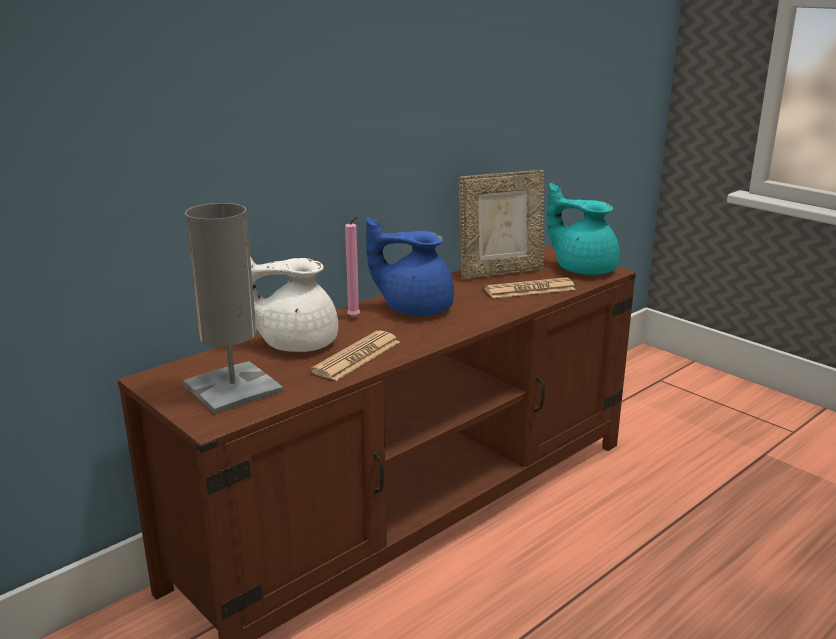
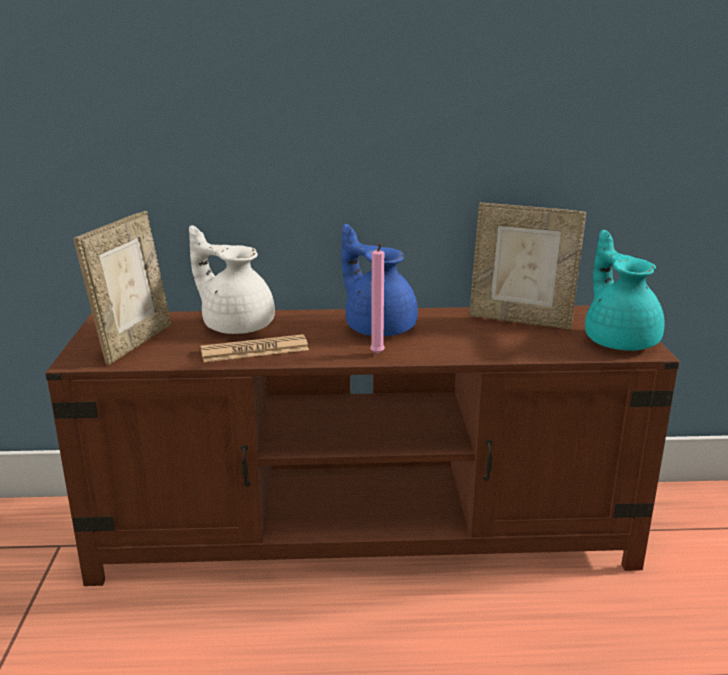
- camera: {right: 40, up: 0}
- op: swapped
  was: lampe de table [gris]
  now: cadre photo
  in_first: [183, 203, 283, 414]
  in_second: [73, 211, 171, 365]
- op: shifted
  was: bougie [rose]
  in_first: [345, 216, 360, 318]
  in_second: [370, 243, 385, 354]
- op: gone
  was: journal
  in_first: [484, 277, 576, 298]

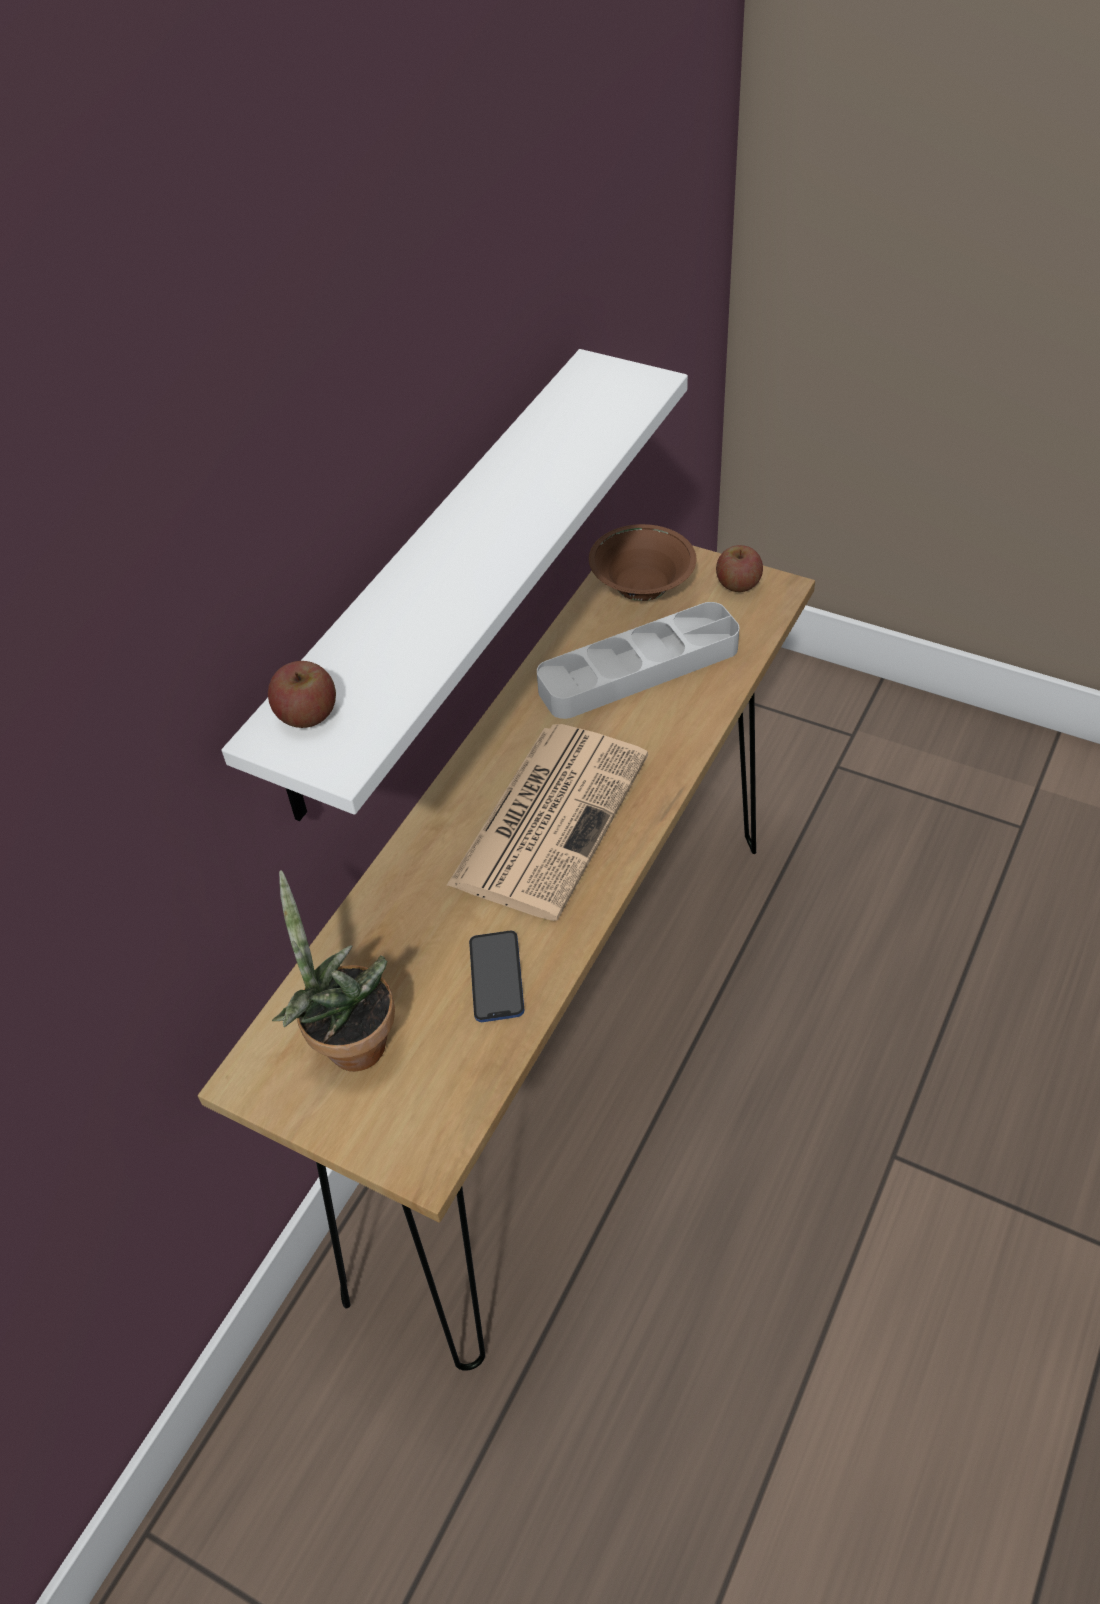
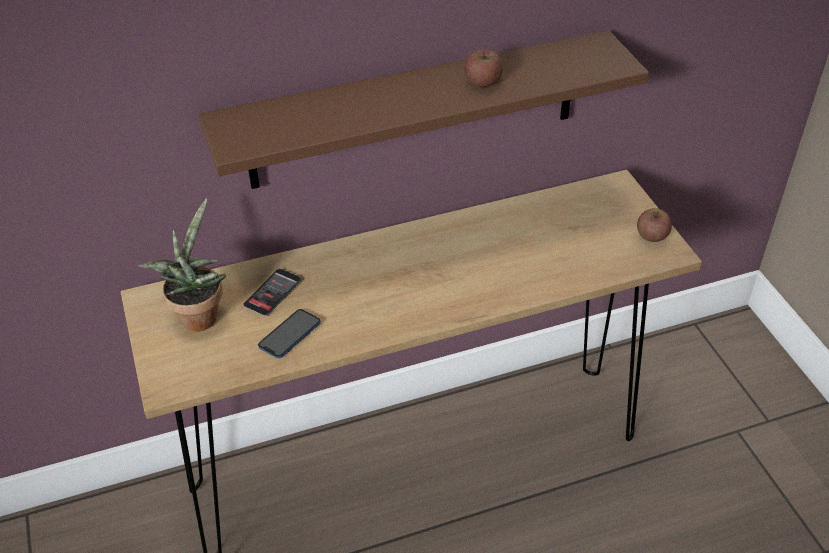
- camera: {right: 40, up: -5}
- op: repainted
  was: étagère [blanc]
  now: étagère [marron]
  in_first: [222, 349, 688, 821]
  in_second: [199, 30, 649, 189]
- op: new
  now: téléphone
  in_second: [243, 269, 301, 316]
- op: shifted
  was: pomme
  in_first: [268, 661, 336, 728]
  in_second: [465, 49, 503, 87]
- op: gone
  was: journal
  in_first: [446, 724, 648, 921]
- op: gone
  was: plateau [gris]
  in_first: [537, 602, 739, 719]
- op: gone
  was: bol [marron]
  in_first: [589, 524, 696, 601]

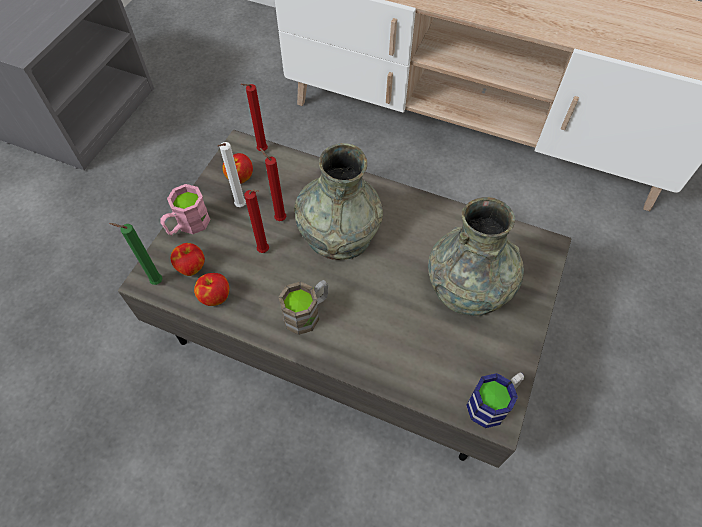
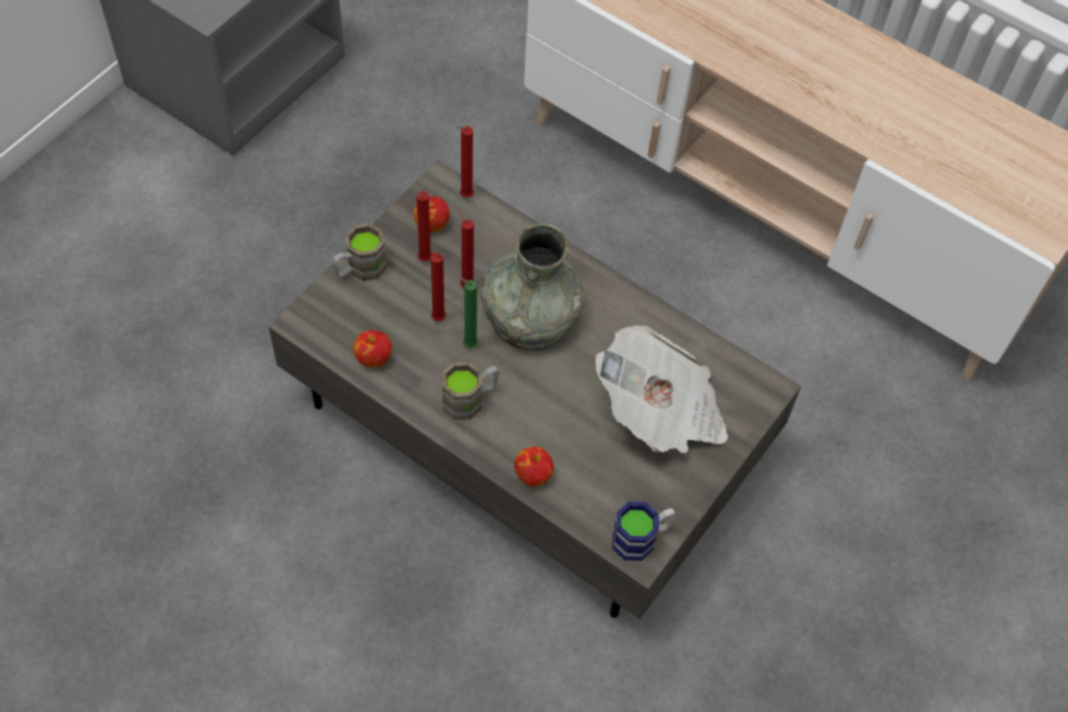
- camera: {right: 10, up: 0}
- op: repainted
  was: mug [rose]
  now: mug [marron]
  in_first: [160, 184, 211, 235]
  in_second: [332, 223, 387, 281]
- op: repainted
  was: bougie [blanc]
  now: bougie [rouge]
  in_first: [218, 142, 246, 207]
  in_second: [415, 191, 432, 261]
- op: shifted
  was: bougie [vert]
  in_first: [109, 223, 163, 285]
  in_second: [457, 277, 478, 348]
- op: shifted
  was: pomme
  in_first: [171, 243, 205, 276]
  in_second: [514, 446, 554, 487]
- op: swapped
  was: vase [gris]
  now: journal
  in_first: [428, 197, 524, 316]
  in_second: [595, 325, 728, 453]

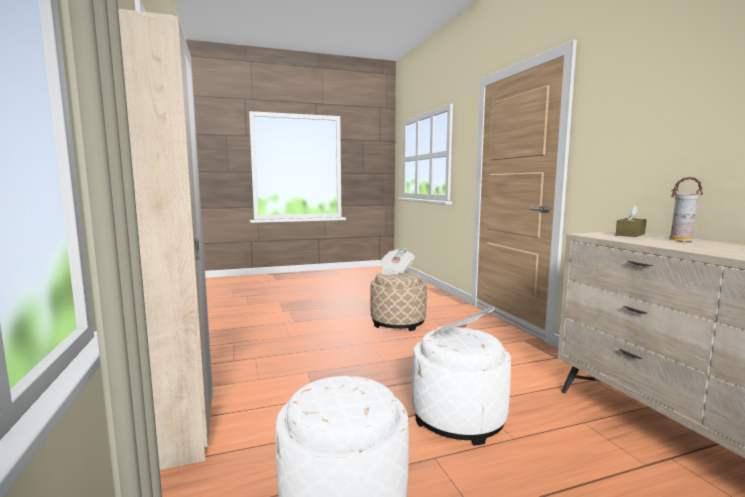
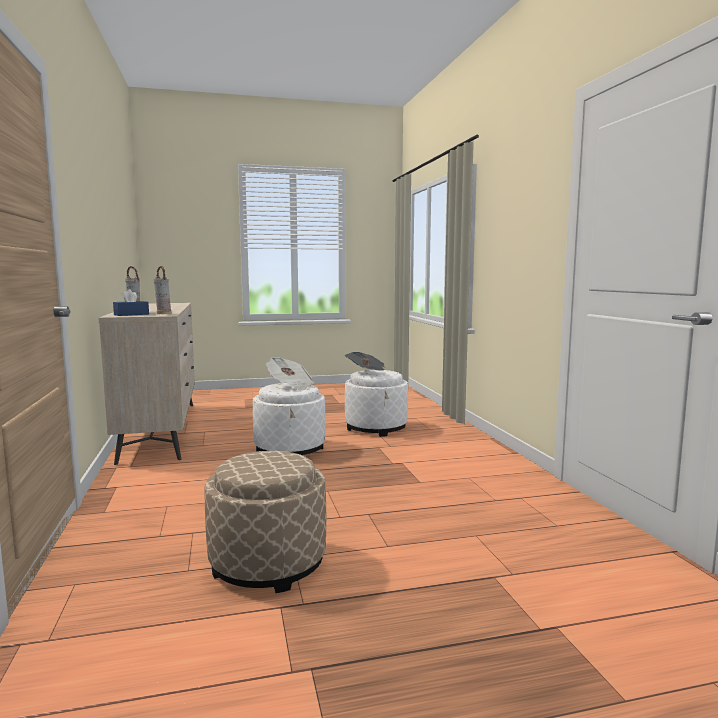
- camera: {right: -175, up: 0}
- op: repainted
  was: boîte à mouchoirs [marron]
  now: boîte à mouchoirs [bleu]
  in_first: [616, 205, 647, 237]
  in_second: [113, 289, 149, 316]
- op: new
  now: vase
  in_second: [153, 266, 172, 314]
- op: shifted
  was: journal
  in_first: [380, 248, 415, 275]
  in_second: [345, 352, 385, 371]
- op: gone
  was: armoire [beige]
  in_first: [118, 9, 213, 470]

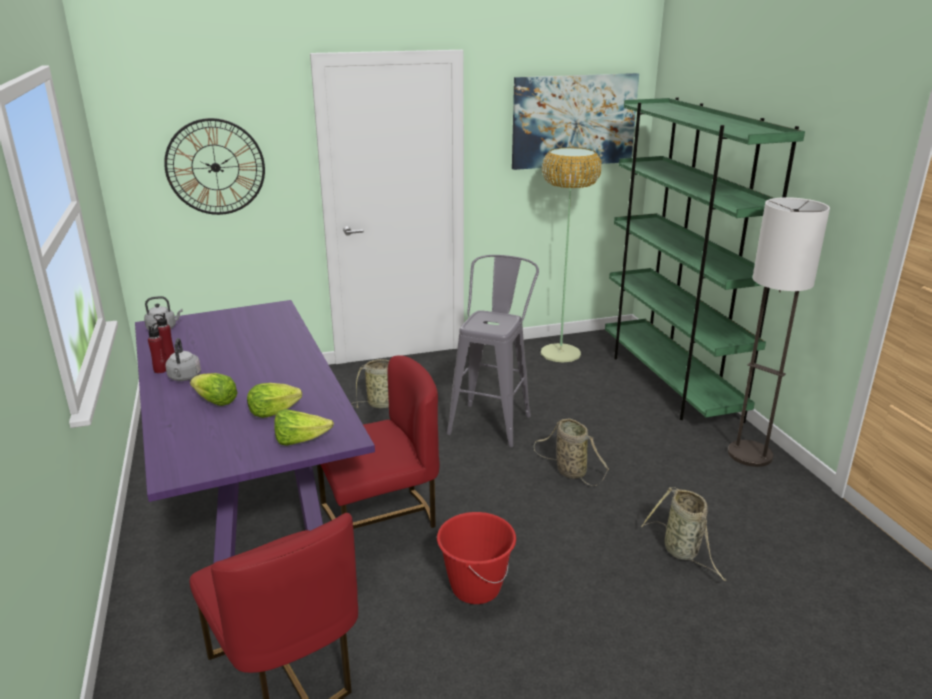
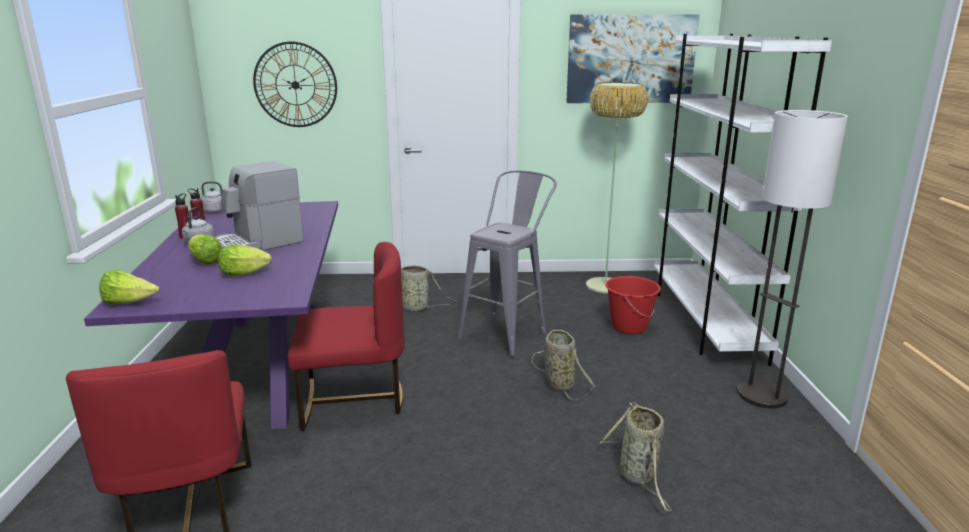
- camera: {right: 15, up: -5}
- op: shifted
  was: laitue
  in_first: [274, 409, 334, 446]
  in_second: [99, 270, 160, 304]
- op: new
  now: machine à café
  in_second: [214, 161, 304, 251]
- op: shifted
  was: seau [rouge]
  in_first: [437, 512, 516, 604]
  in_second: [605, 276, 661, 334]
- op: repainted
  was: bibliothèque [vert]
  now: bibliothèque [blanc]
  in_first: [605, 97, 805, 423]
  in_second: [654, 34, 832, 366]

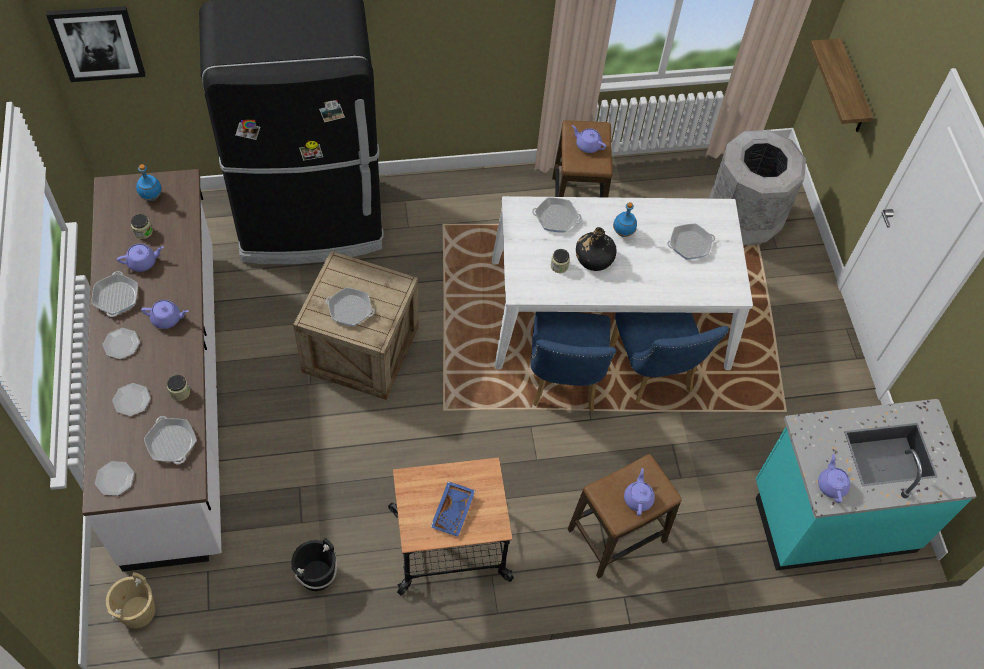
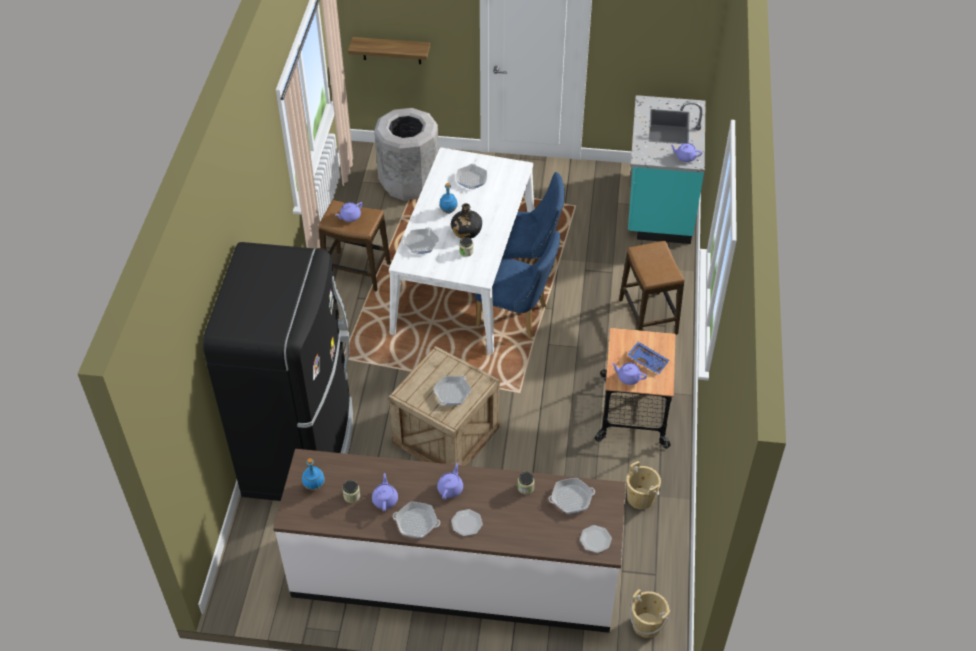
- camera: {right: -70, up: -10}
- op: shifted
  was: théière [violet]
  in_first: [624, 468, 655, 516]
  in_second: [611, 363, 647, 385]
- op: repainted
  was: seau [noir]
  now: seau [beige]
  in_first: [291, 538, 337, 591]
  in_second: [626, 461, 661, 510]
- op: gone
  was: tableau
  in_first: [46, 6, 145, 82]
- op: gone
  was: assiette
  in_first: [112, 383, 151, 416]

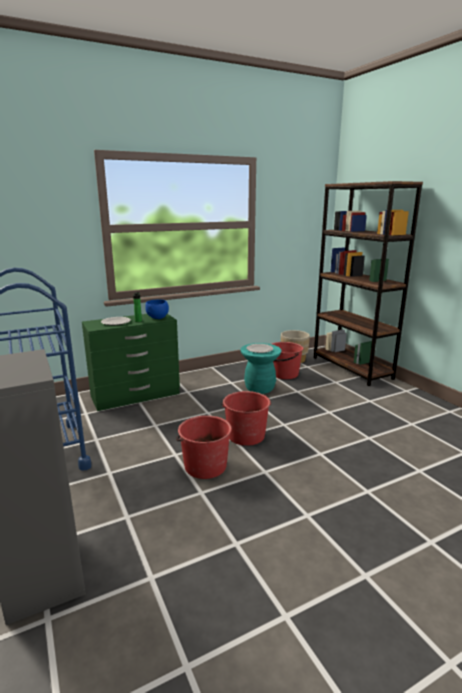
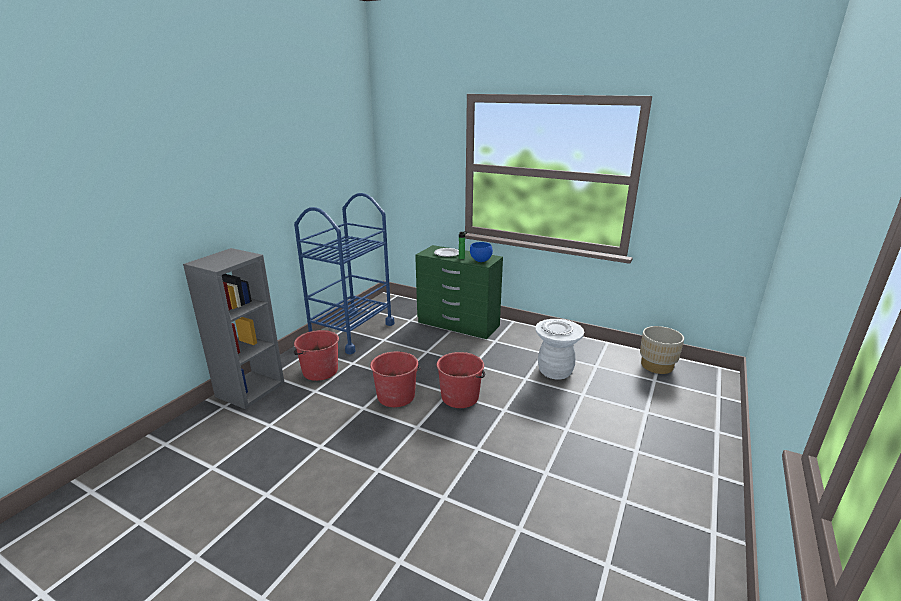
- camera: {right: 55, up: 5}
- op: shifted
  was: seau [rouge]
  in_first: [272, 342, 303, 379]
  in_second: [294, 330, 339, 381]
- op: repainted
  was: tabouret [turquoise]
  now: tabouret [blanc]
  in_first: [240, 343, 282, 394]
  in_second: [535, 319, 584, 380]
- op: gone
  was: bibliothèque [marron]
  in_first: [314, 181, 423, 386]

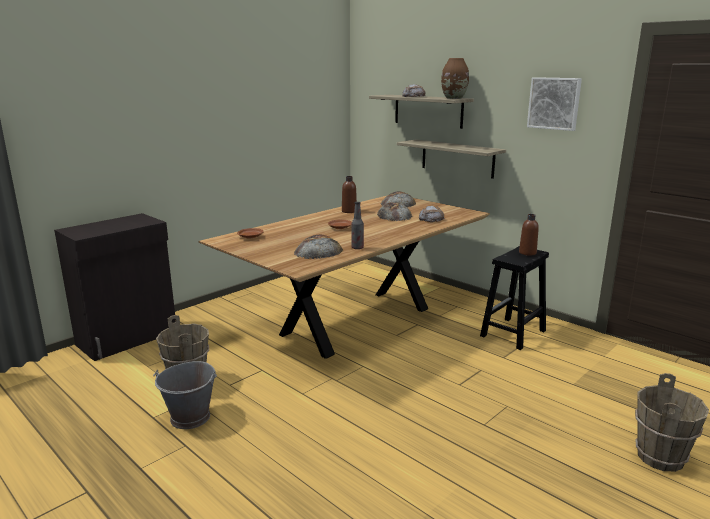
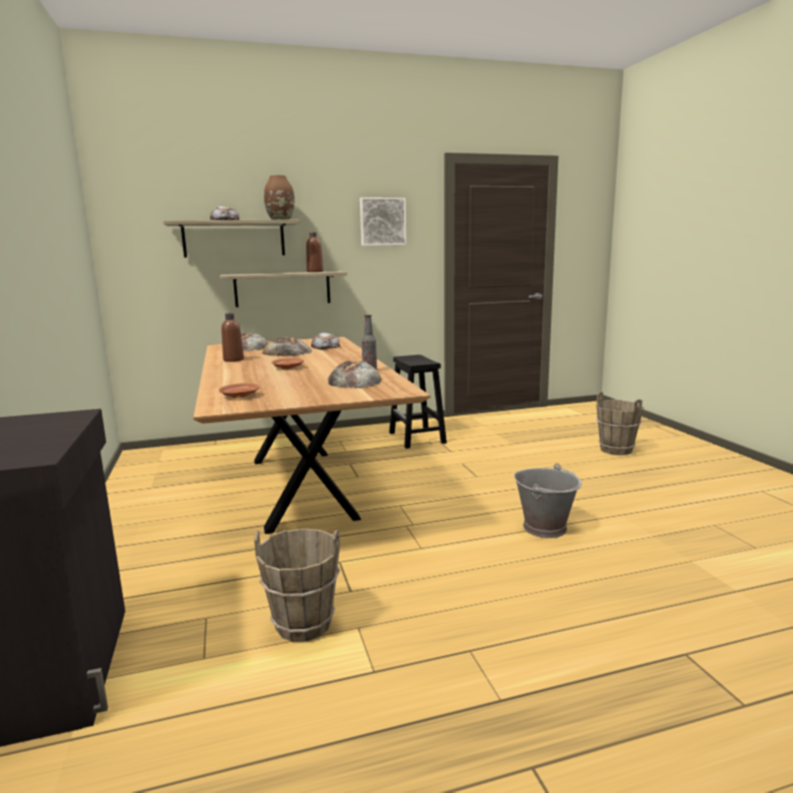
- camera: {right: -60, up: -5}
- op: shifted
  was: bouteille [marron]
  in_first: [519, 214, 539, 256]
  in_second: [306, 232, 323, 272]
- op: shifted
  was: seau [gris]
  in_first: [153, 361, 217, 429]
  in_second: [514, 463, 582, 538]

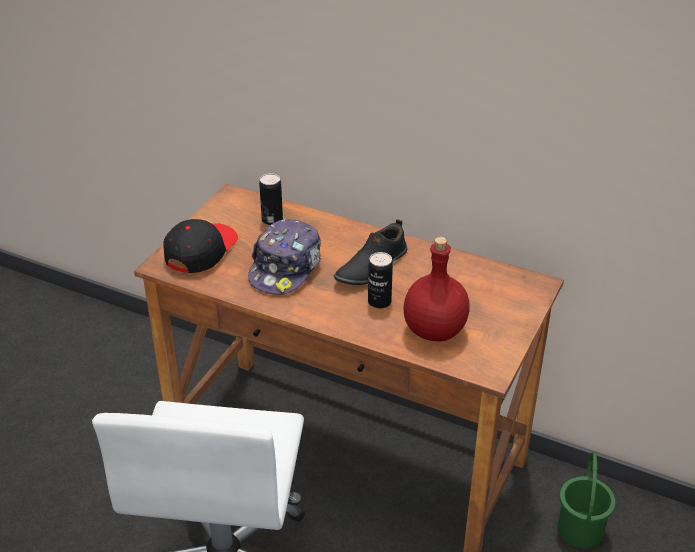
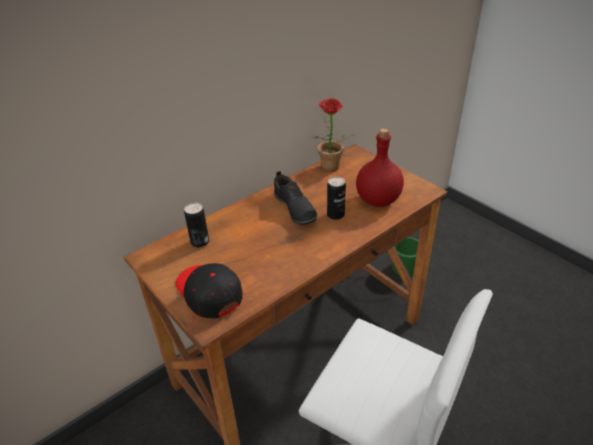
- camera: {right: -65, up: 0}
- op: new
  now: plante en pot
  in_second: [312, 98, 356, 172]
- op: gone
  was: casquette
  in_first: [248, 219, 322, 295]

